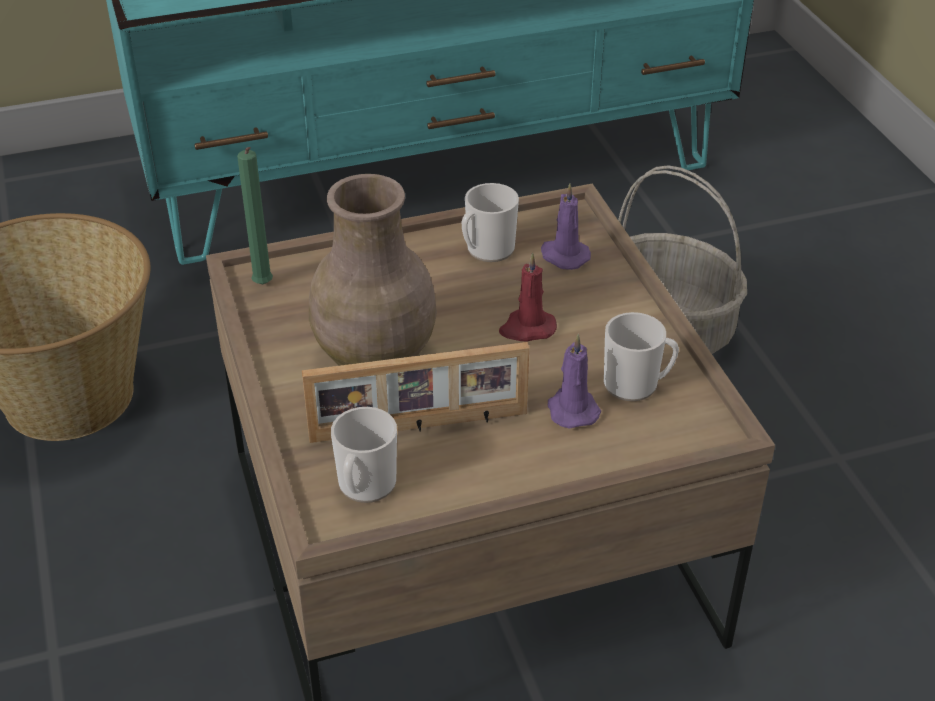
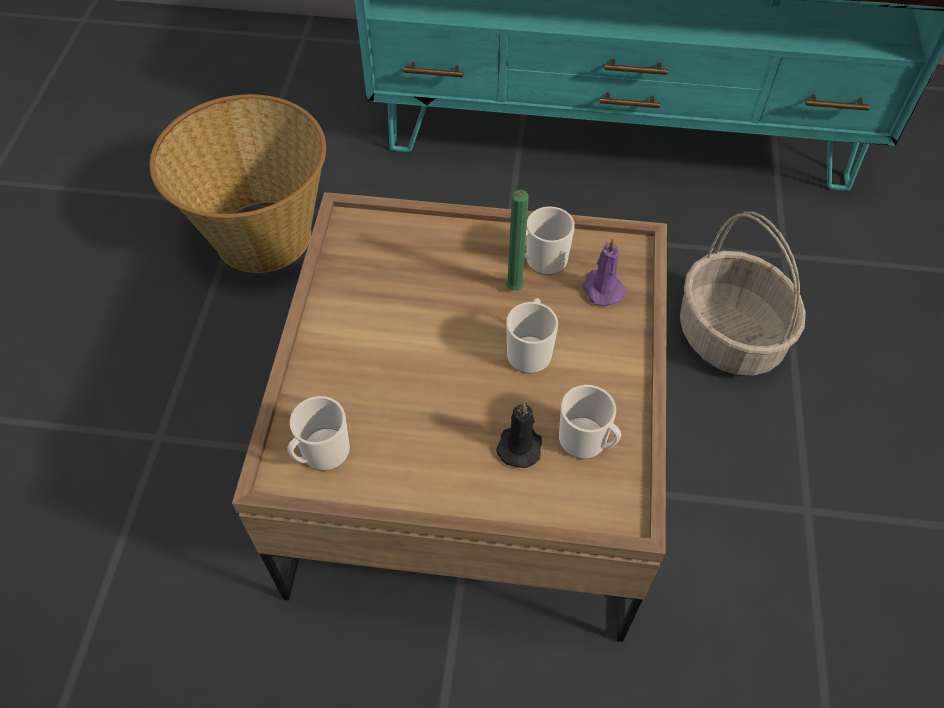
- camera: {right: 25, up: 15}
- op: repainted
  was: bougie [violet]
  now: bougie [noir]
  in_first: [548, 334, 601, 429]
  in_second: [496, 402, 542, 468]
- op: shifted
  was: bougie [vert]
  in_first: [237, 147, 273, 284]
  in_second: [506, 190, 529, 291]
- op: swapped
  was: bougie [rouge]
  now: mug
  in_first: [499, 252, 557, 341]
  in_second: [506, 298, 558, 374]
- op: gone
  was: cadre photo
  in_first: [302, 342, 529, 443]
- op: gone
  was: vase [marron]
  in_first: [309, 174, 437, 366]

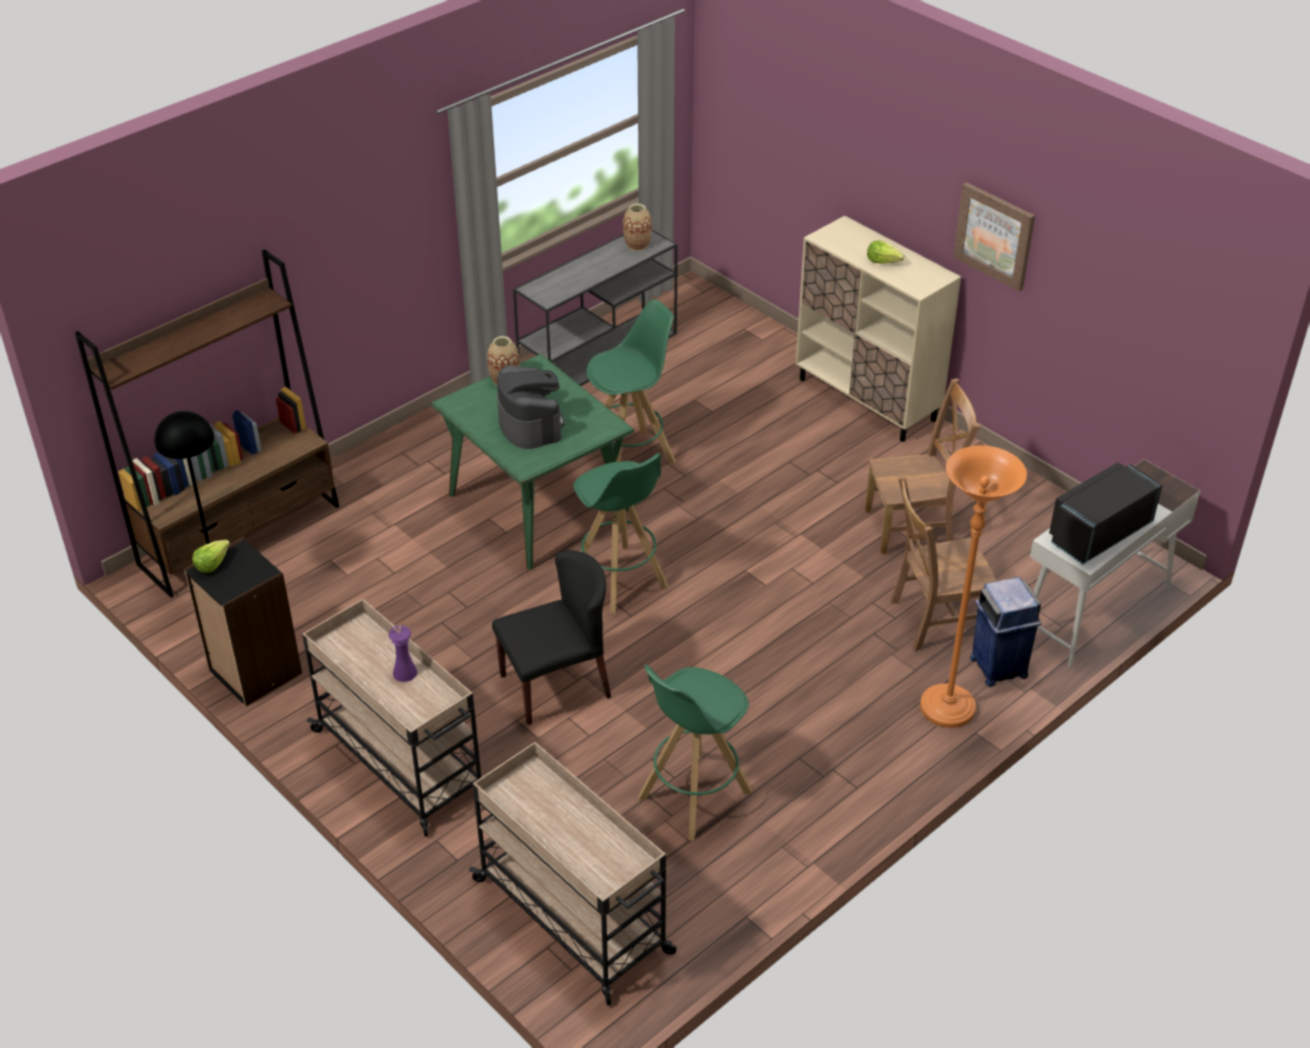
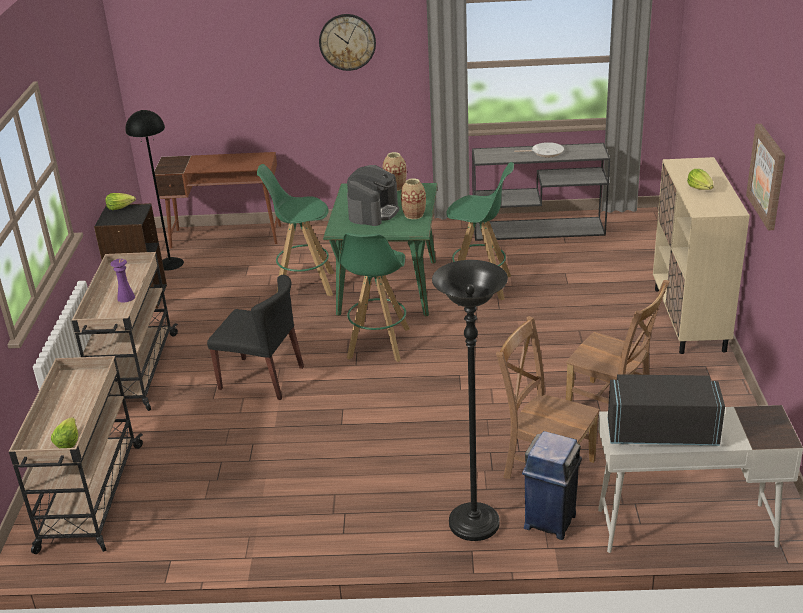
- camera: {right: 45, up: -10}
- op: new
  now: laitue
  in_second: [51, 417, 78, 448]
- op: swapped
  was: bibliothèque [marron]
  now: bureau [marron]
  in_first: [75, 249, 339, 598]
  in_second: [153, 152, 281, 248]
- op: shifted
  was: tabouret [vert]
  in_first: [638, 665, 752, 840]
  in_second: [257, 164, 334, 296]
- op: new
  now: horloge murale
  in_second: [319, 14, 376, 71]
- op: shifted
  was: vase
  in_first: [623, 204, 652, 251]
  in_second: [401, 178, 426, 219]
- op: repainted
  was: lampadaire [orange]
  now: lampadaire [noir]
  in_first: [920, 445, 1027, 728]
  in_second: [432, 260, 508, 541]
- op: new
  now: poêle
  in_second: [514, 142, 564, 157]

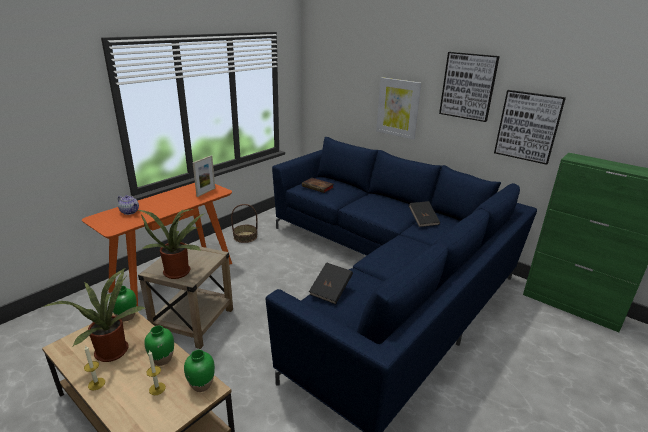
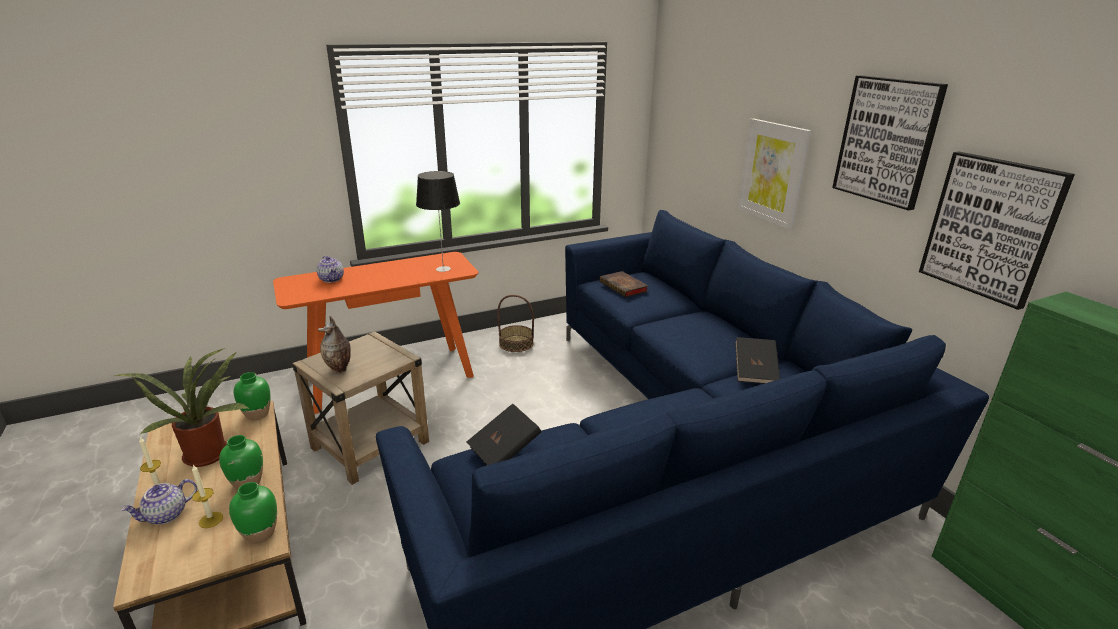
- camera: {right: 25, up: 0}
- op: new
  now: théière
  in_second: [121, 479, 198, 524]
- op: swapped
  was: plante en pot
  now: vase
  in_first: [138, 209, 205, 279]
  in_second: [318, 316, 351, 373]
- op: swapped
  was: cadre photo
  now: lampe de table
  in_first: [193, 155, 215, 197]
  in_second: [416, 171, 460, 272]

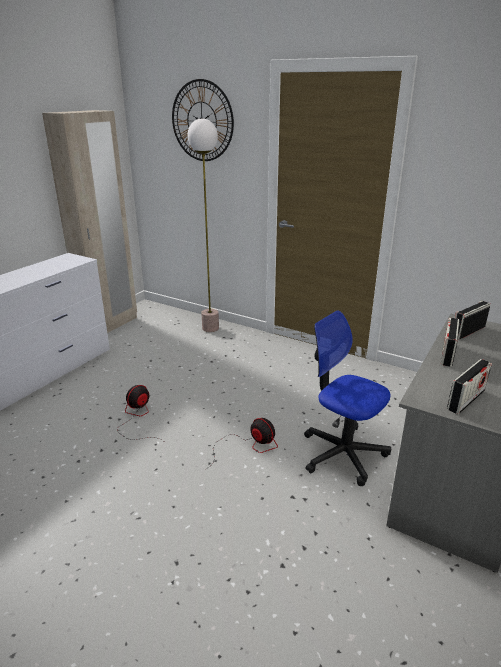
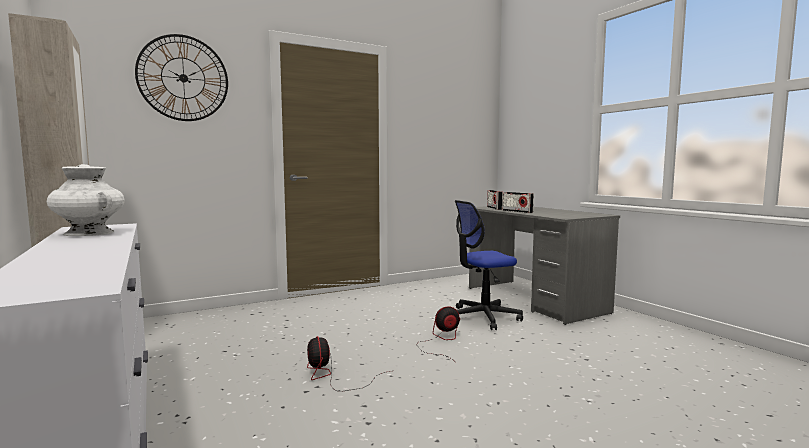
- camera: {right: -60, up: -20}
- op: new
  now: vase [blanc]
  in_second: [47, 164, 125, 236]
- op: gone
  was: lampadaire
  in_first: [188, 118, 219, 332]
- op: gone
  was: radio
  in_first: [447, 359, 492, 414]

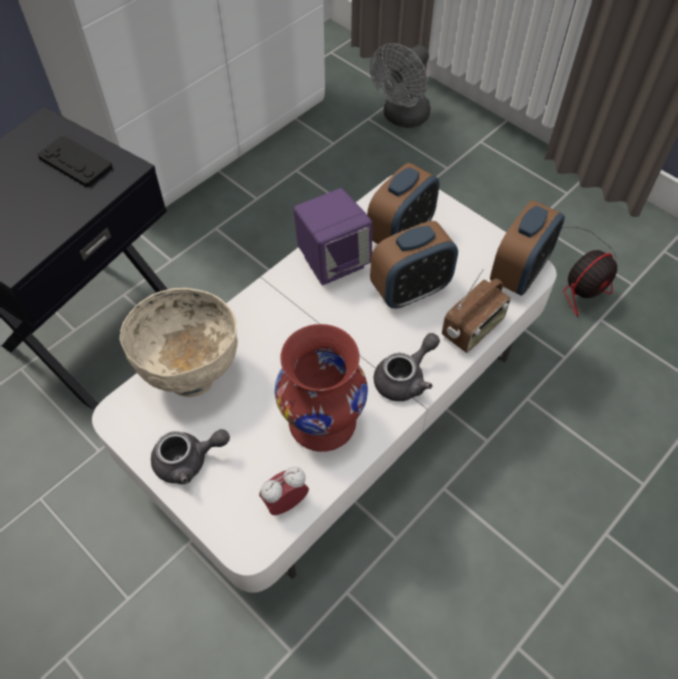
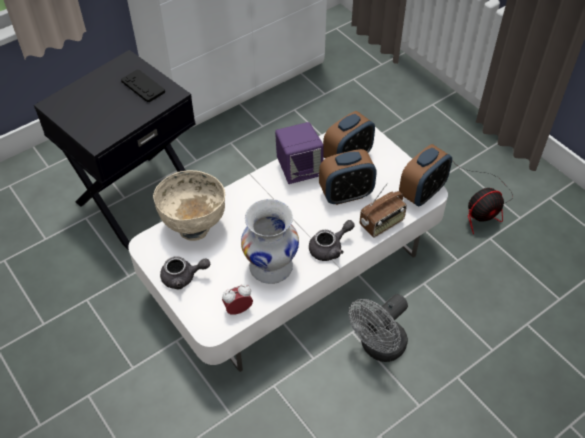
- camera: {right: 10, up: -5}
- op: repainted
  was: vase [rouge]
  now: vase [blanc]
  in_first: [275, 324, 368, 452]
  in_second: [241, 199, 299, 284]
- op: shifted
  was: ventilateur [gris]
  in_first: [370, 43, 431, 128]
  in_second: [348, 294, 408, 362]

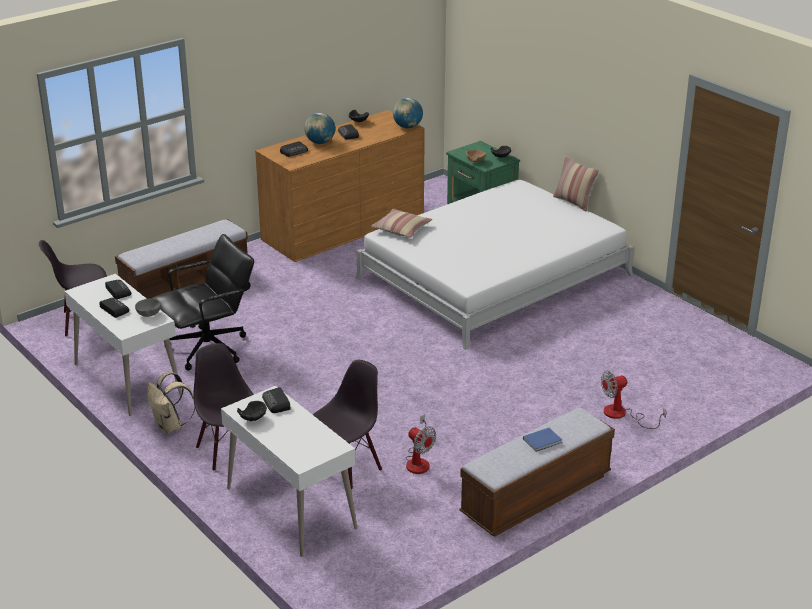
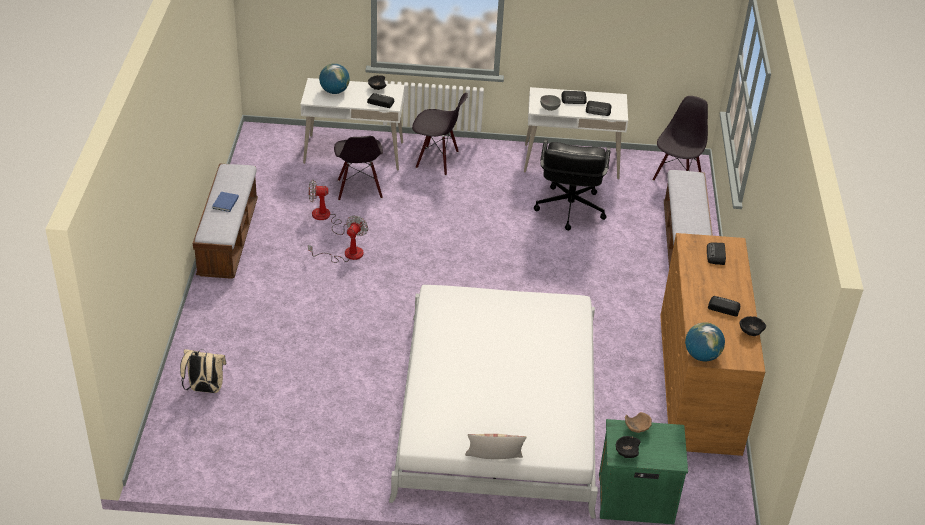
- camera: {right: 130, up: 10}
- op: shifted
  was: sac à dos [beige]
  in_first: [147, 371, 195, 434]
  in_second: [180, 349, 226, 393]
- op: shifted
  was: ventilateur
  in_first: [601, 371, 667, 429]
  in_second: [308, 215, 368, 263]
- op: shifted
  was: globe
  in_first: [304, 113, 335, 144]
  in_second: [319, 63, 350, 94]
- op: gone
  was: coussin
  in_first: [370, 209, 432, 238]

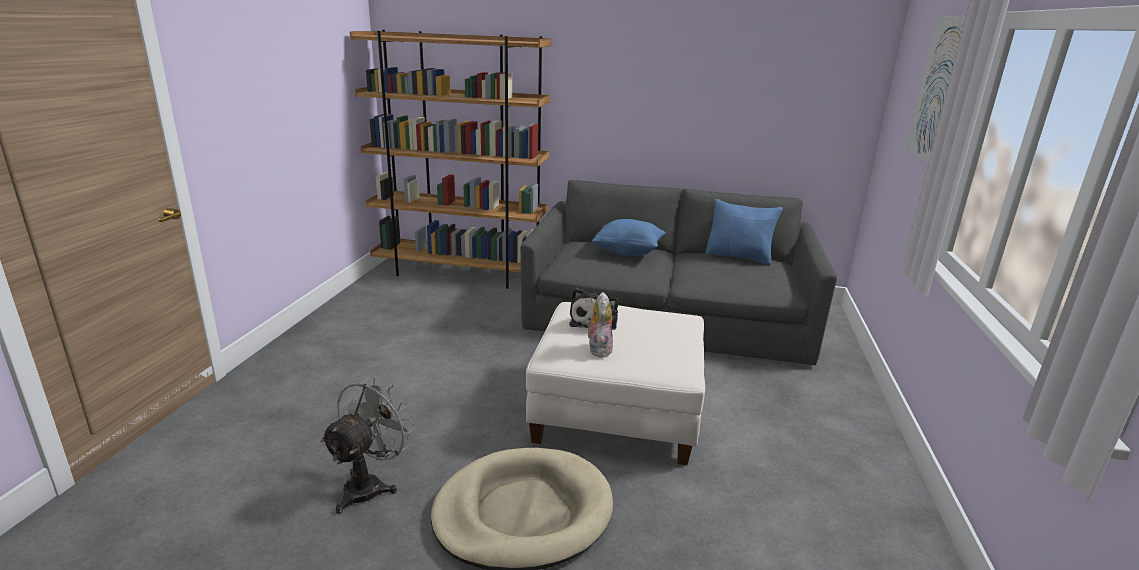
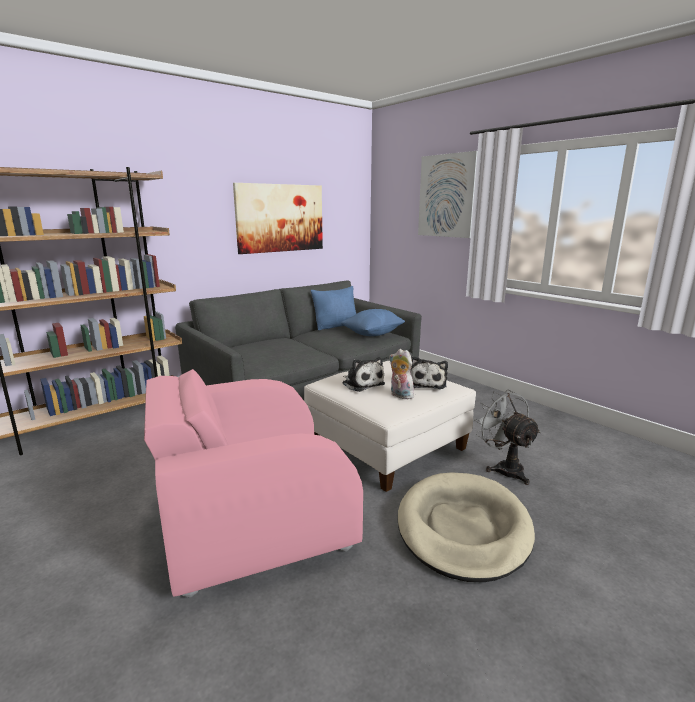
- camera: {right: -50, up: -5}
- op: new
  now: fauteuil [rose]
  in_second: [144, 369, 363, 598]
- op: new
  now: tableau
  in_second: [233, 183, 323, 254]
- op: shifted
  was: coussin [bleu]
  in_first: [592, 219, 666, 256]
  in_second: [341, 309, 405, 336]
- op: new
  now: peluche
  in_second: [410, 356, 448, 389]
- op: shifted
  was: ventilateur [gris]
  in_first: [320, 376, 416, 514]
  in_second: [474, 390, 541, 485]

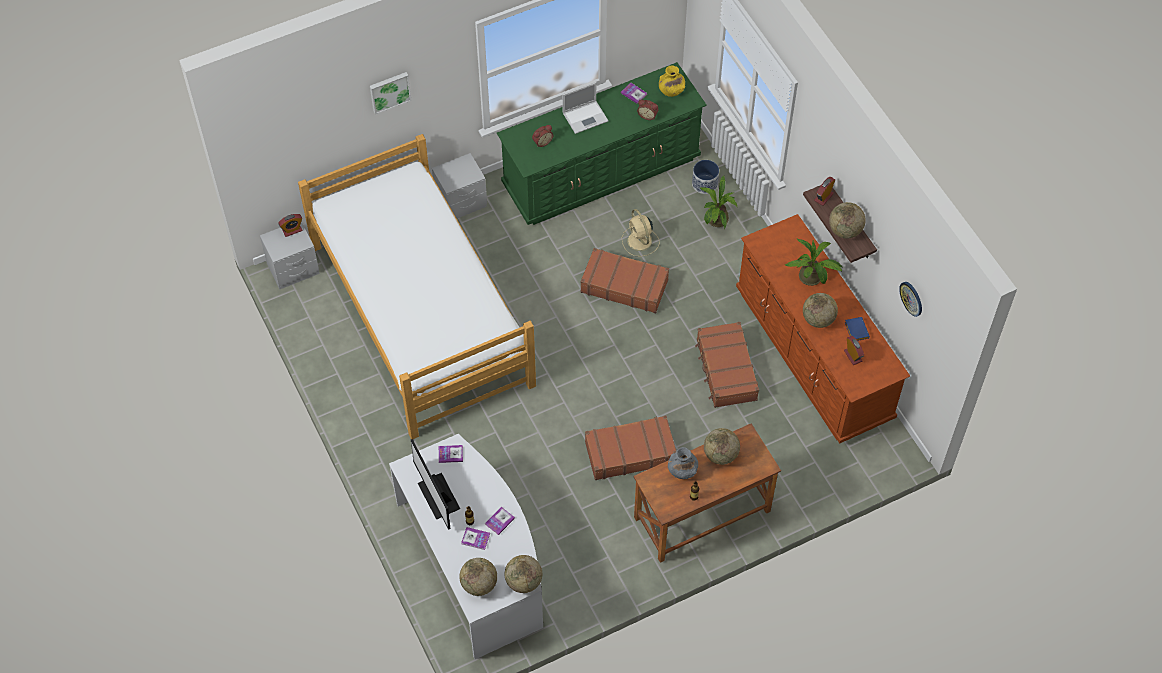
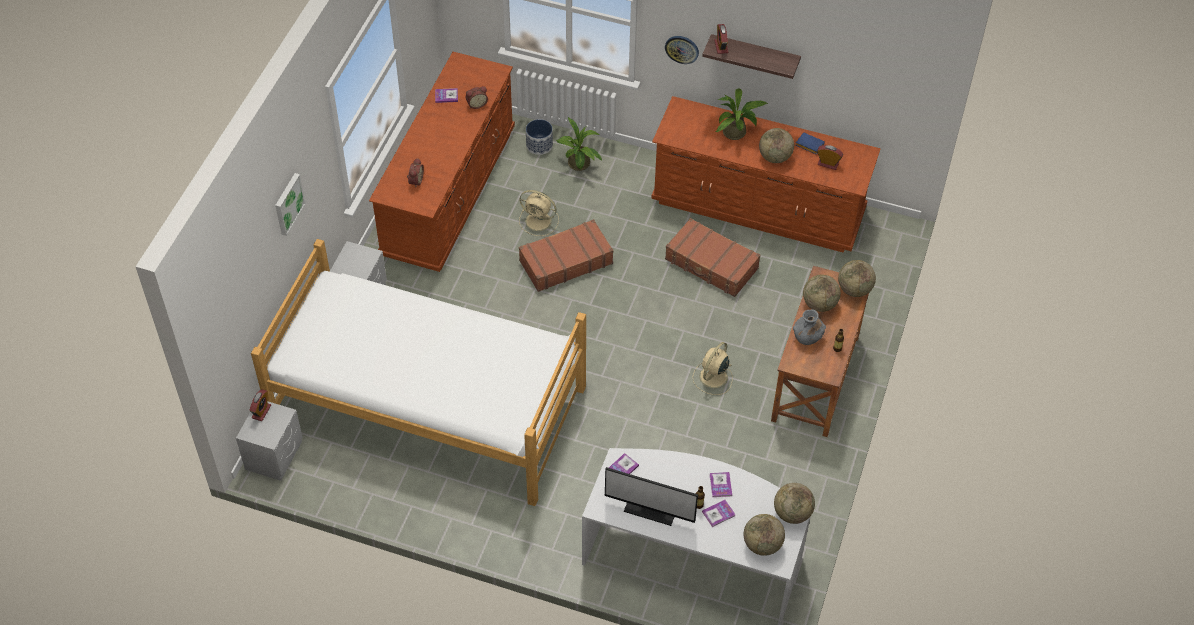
- camera: {right: -45, up: -5}
- op: repainted
  was: commode [vert]
  now: commode [marron]
  in_first: [497, 62, 707, 225]
  in_second: [369, 52, 515, 272]
- op: shifted
  was: horloge murale
  in_first: [899, 282, 922, 317]
  in_second: [665, 36, 699, 64]
- op: swapped
  was: valise [marron]
  now: ventilateur [beige]
  in_first: [585, 415, 676, 480]
  in_second: [692, 342, 733, 395]
- op: shifted
  was: globe
  in_first: [829, 202, 866, 239]
  in_second: [838, 260, 876, 297]
- op: gone
  was: ordinateur portable
  in_first: [562, 82, 608, 134]
- op: gone
  was: vase [jaune]
  in_first: [659, 65, 685, 97]

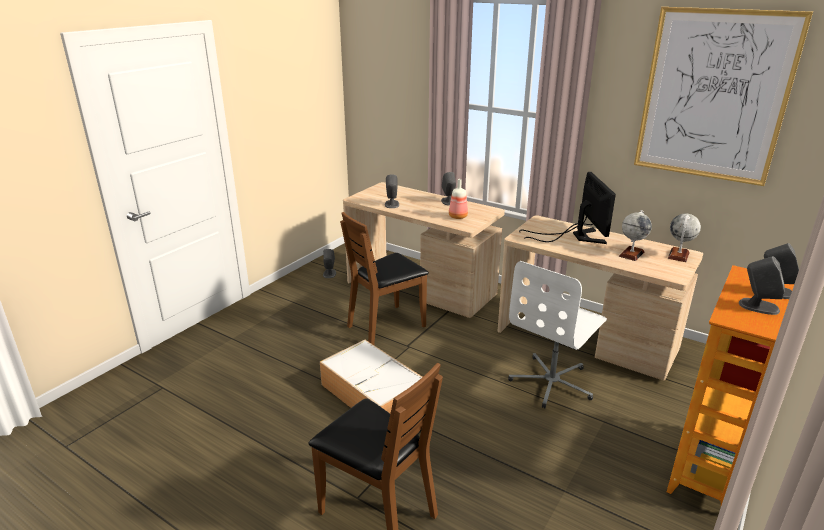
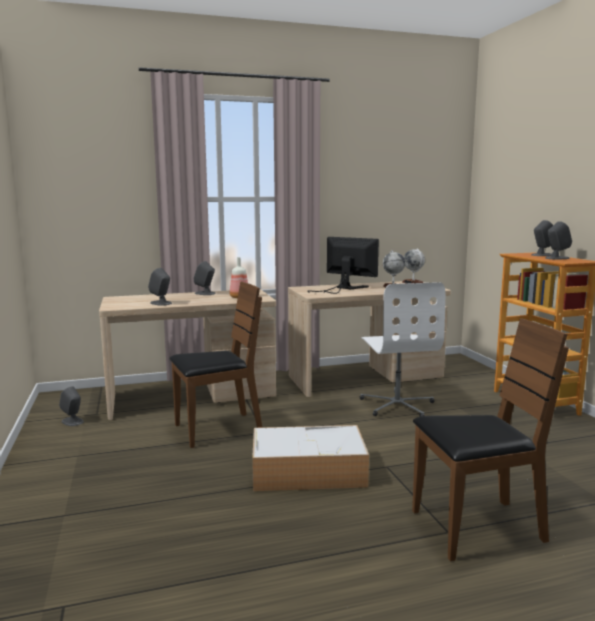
- camera: {right: -50, up: -15}
- op: rotated
  was: chaise [marron]
  in_first: [340, 212, 429, 345]
  in_second: [169, 282, 262, 448]
  clockwise: -120
- op: gone
  was: tableau
  in_first: [634, 7, 813, 186]

